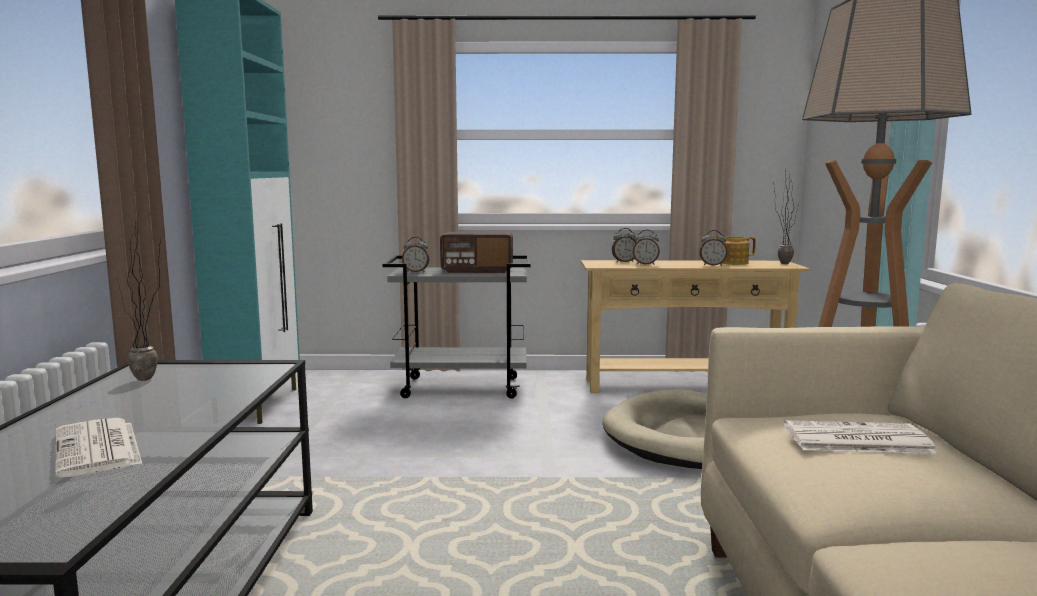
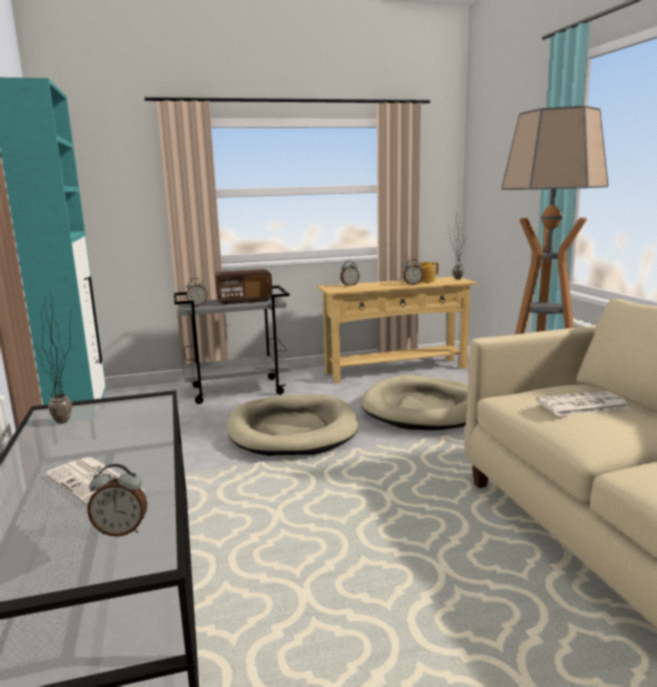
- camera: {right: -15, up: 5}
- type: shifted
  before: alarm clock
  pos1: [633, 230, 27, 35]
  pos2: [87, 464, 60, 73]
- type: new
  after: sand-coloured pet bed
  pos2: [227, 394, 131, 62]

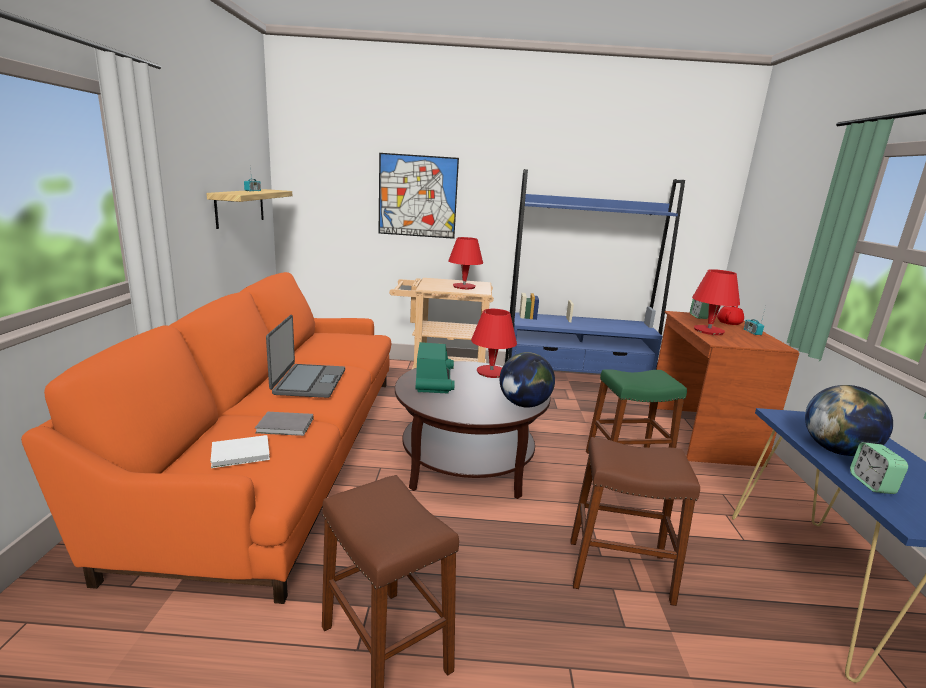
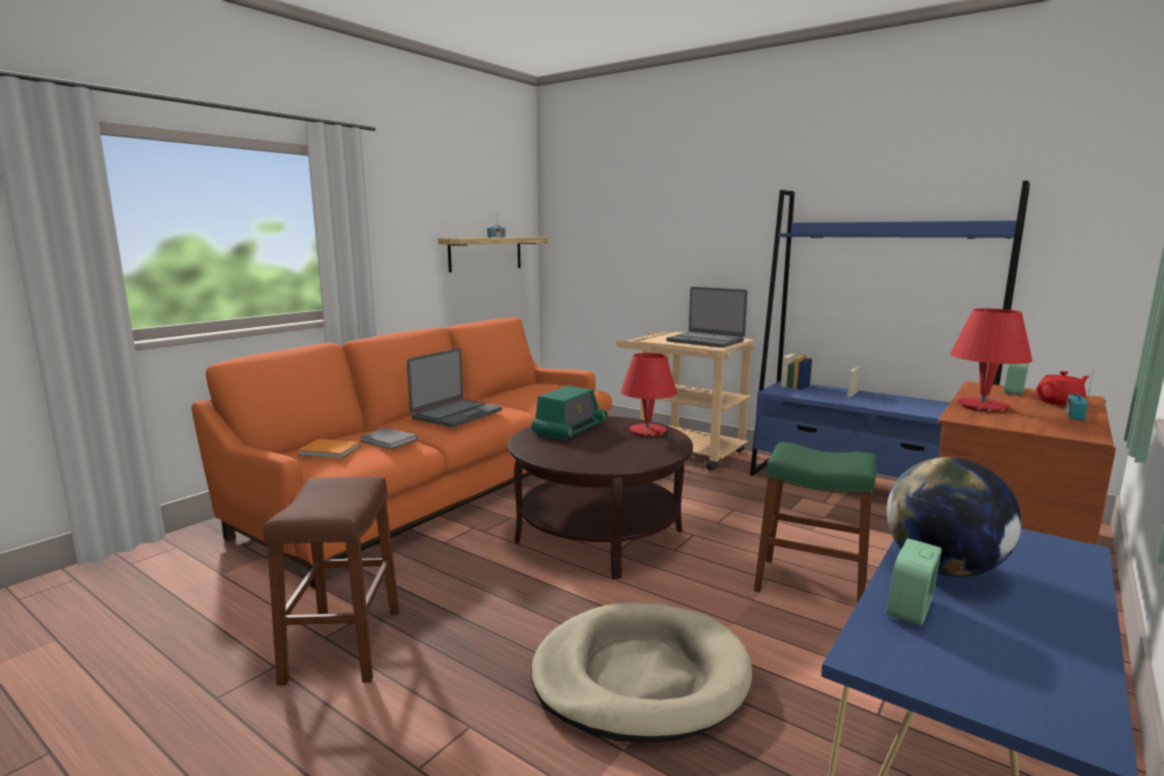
- camera: {right: 35, up: -5}
- type: repainted
  before: white-coloured bound book
  after: orange bound book
  pos1: [210, 435, 60, 33]
  pos2: [297, 439, 63, 20]
- type: gone
  before: wall picture
  pos1: [379, 153, 80, 86]
- type: swapped
  before: reddish tabletop lamp
  after: laptop
  pos1: [448, 237, 35, 52]
  pos2: [666, 287, 82, 61]
- type: gone
  before: world globe
  pos1: [500, 352, 55, 56]
- type: swapped
  before: brown-coloured stool
  after: sand-coloured pet bed
  pos1: [570, 437, 130, 169]
  pos2: [531, 602, 221, 141]

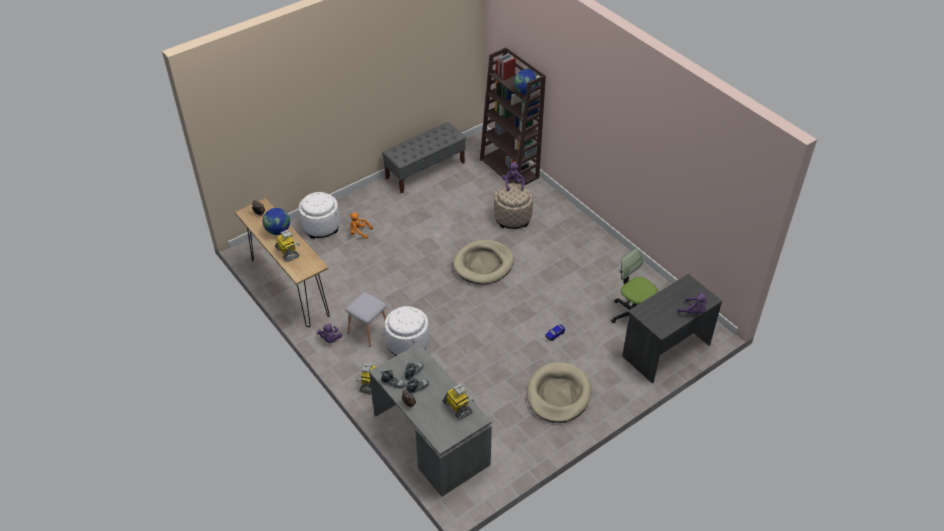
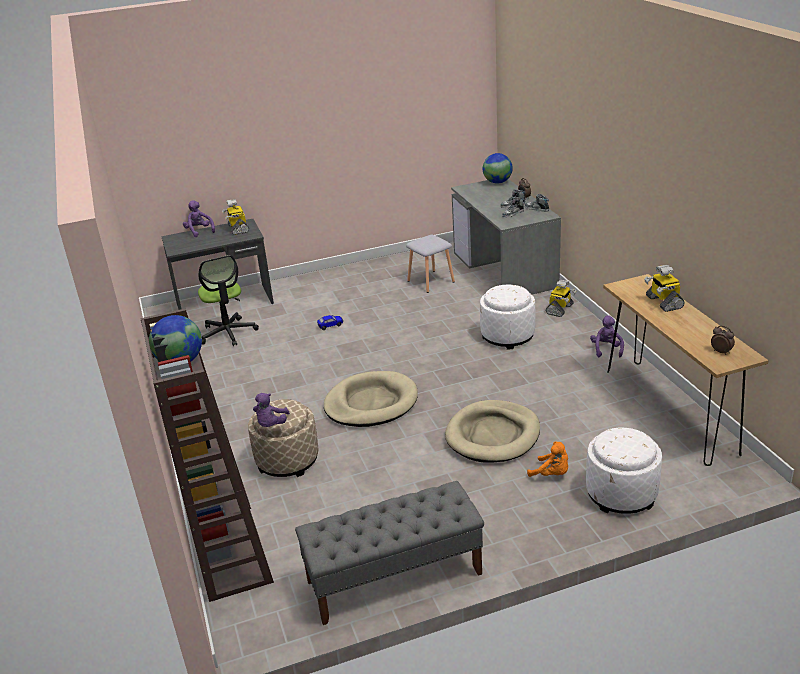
- camera: {right: -160, up: -15}
- type: shifted
  before: world globe
  pos1: [263, 208, 27, 27]
  pos2: [483, 153, 30, 31]
- type: shifted
  before: grey stool
  pos1: [345, 292, 42, 55]
  pos2: [406, 235, 49, 58]
- type: shifted
  before: robot figure
  pos1: [443, 384, 31, 36]
  pos2: [222, 199, 27, 36]
- type: shifted
  before: sand-coloured pet bed
  pos1: [527, 362, 64, 61]
  pos2: [445, 400, 95, 63]

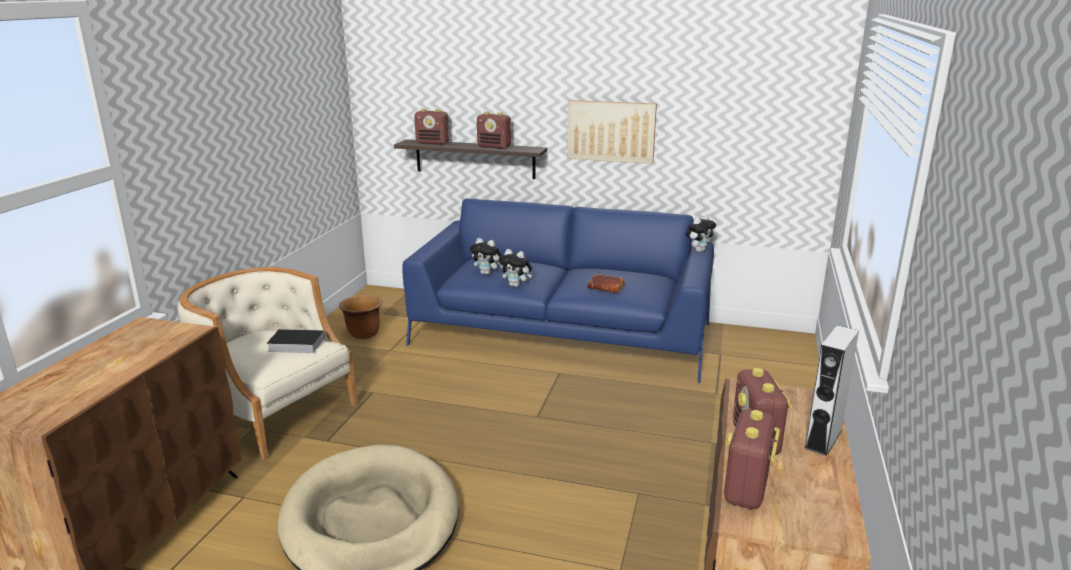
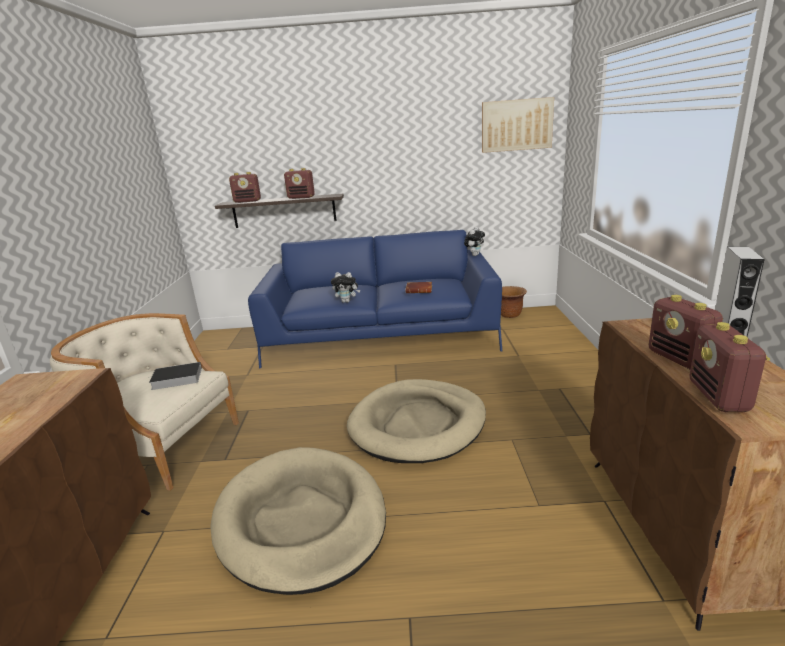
- camera: {right: -15, up: 0}
- type: shifted
  before: brown-coloured plant pot
  pos1: [339, 295, 43, 44]
  pos2: [501, 286, 26, 32]
- type: gone
  before: soft toy
  pos1: [470, 238, 32, 37]
- type: shifted
  before: wall picture
  pos1: [568, 100, 89, 64]
  pos2: [482, 97, 72, 56]
- type: new
  after: sand-coloured pet bed
  pos2: [347, 379, 139, 84]

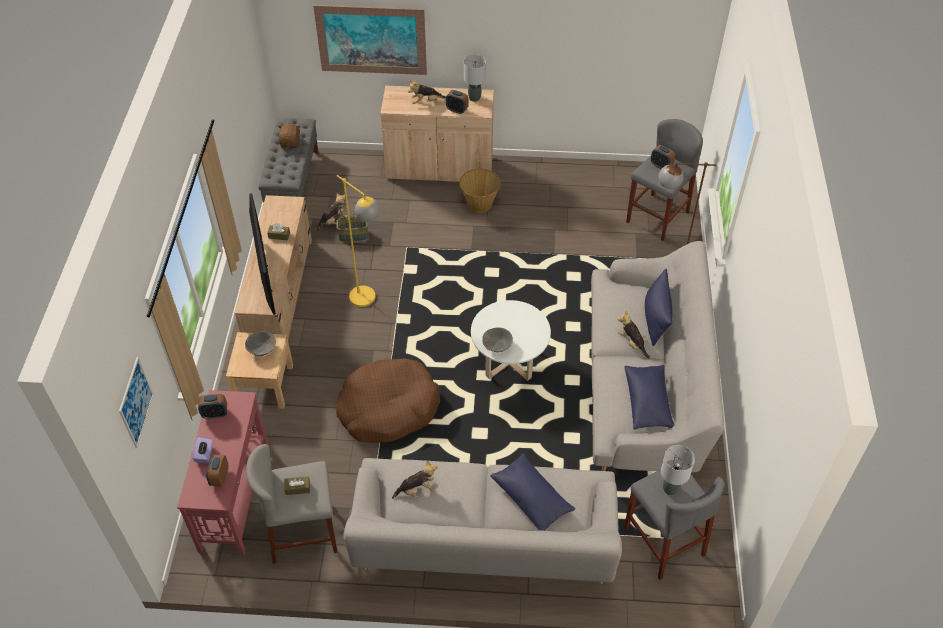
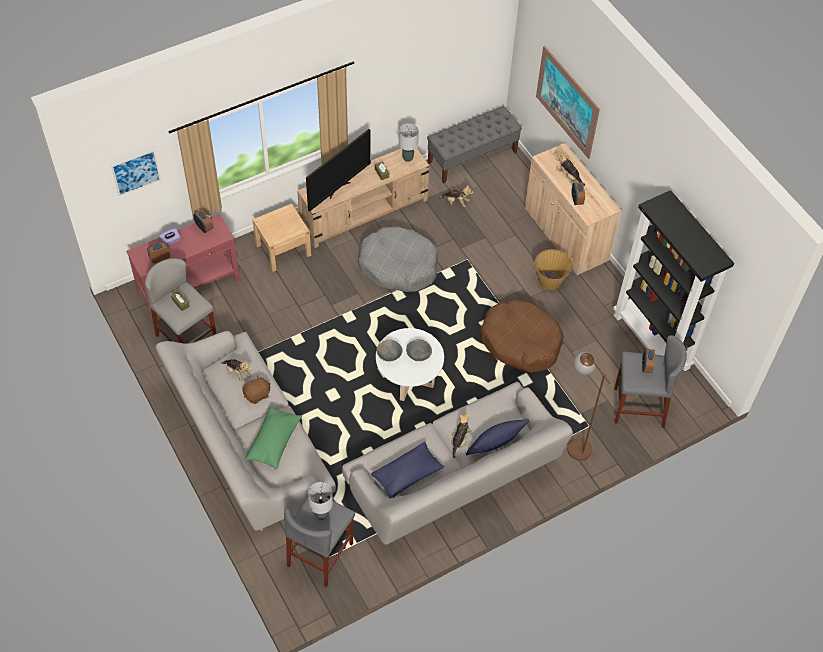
- camera: {right: 55, up: 5}
- type: shifted
  before: grey serving bowl
  pos1: [245, 332, 31, 24]
  pos2: [406, 339, 26, 22]
- type: shifted
  before: brown-coloured soft toy
  pos1: [278, 124, 22, 24]
  pos2: [242, 375, 29, 29]
- type: swapped
  before: yellow-coloured standing lamp
  after: grey pet bed
  pos1: [336, 175, 44, 132]
  pos2: [358, 227, 80, 65]
- type: gone
  before: household basket
  pos1: [336, 201, 32, 41]
- type: shifted
  before: brown-coloured pet bed
  pos1: [336, 358, 104, 85]
  pos2: [480, 299, 84, 73]
- type: shifted
  before: grey tabletop lamp
  pos1: [464, 54, 22, 48]
  pos2: [399, 123, 20, 39]
- type: repainted
  before: blue-coloured pillow
  after: green-coloured pillow
  pos1: [490, 453, 85, 78]
  pos2: [245, 406, 57, 63]
- type: new
  after: blackish bookshelf
  pos2: [613, 190, 121, 181]

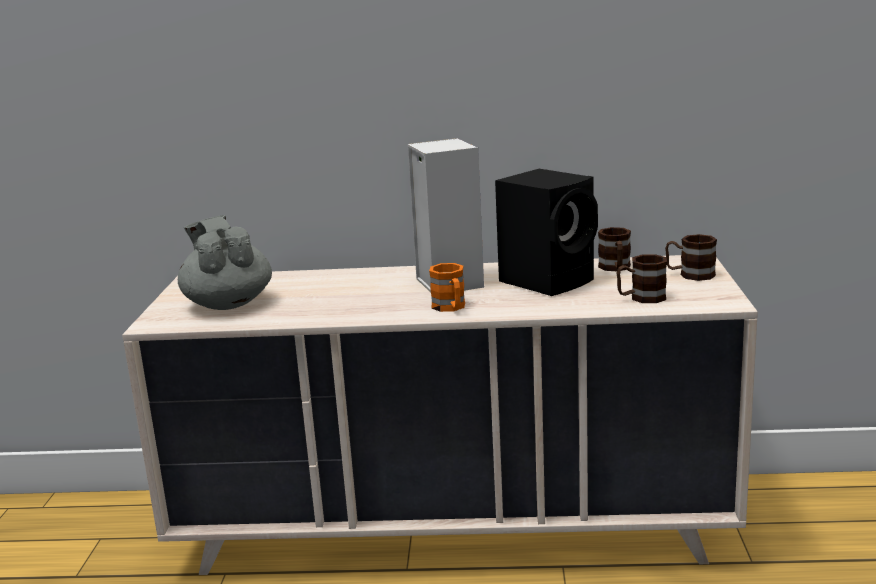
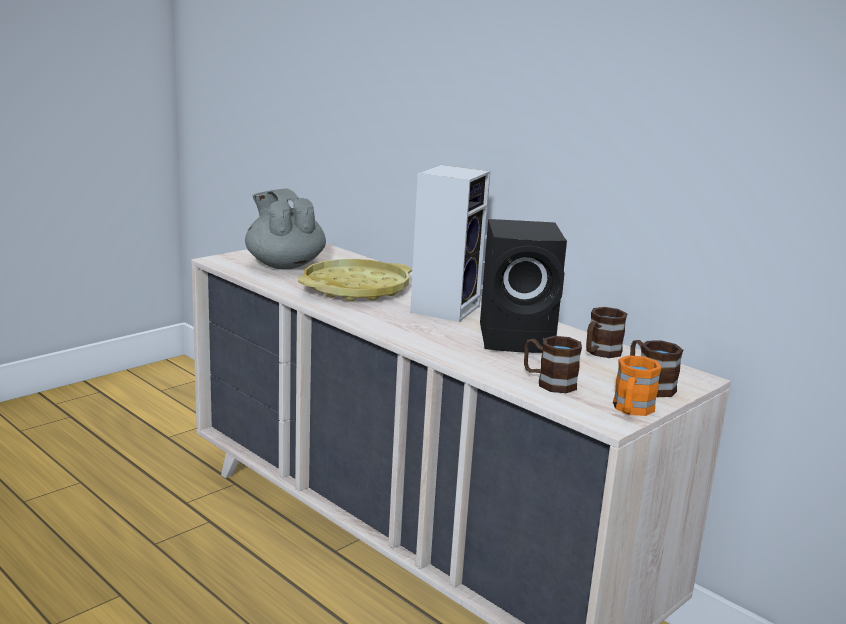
- camera: {right: 40, up: 0}
- type: rotated
  before: grey tea pot
  pos1: [178, 215, 94, 95]
  pos2: [245, 188, 81, 81]
  turn: -45
- type: shifted
  before: orange tea mug
  pos1: [429, 263, 36, 49]
  pos2: [613, 355, 49, 61]
- type: new
  after: yellow-coloured tray
  pos2: [298, 259, 114, 43]

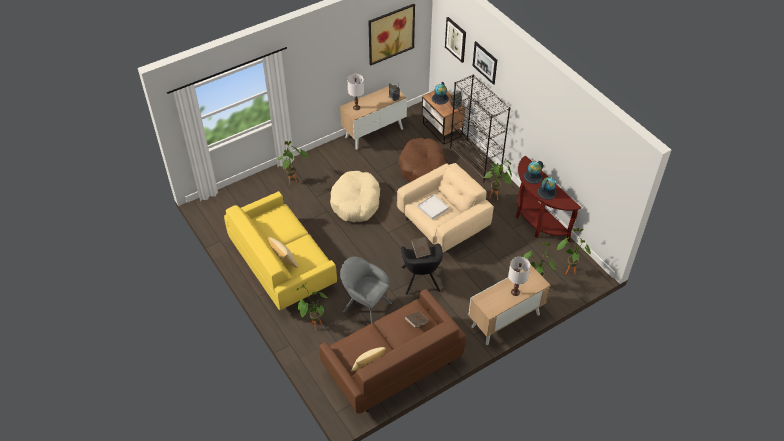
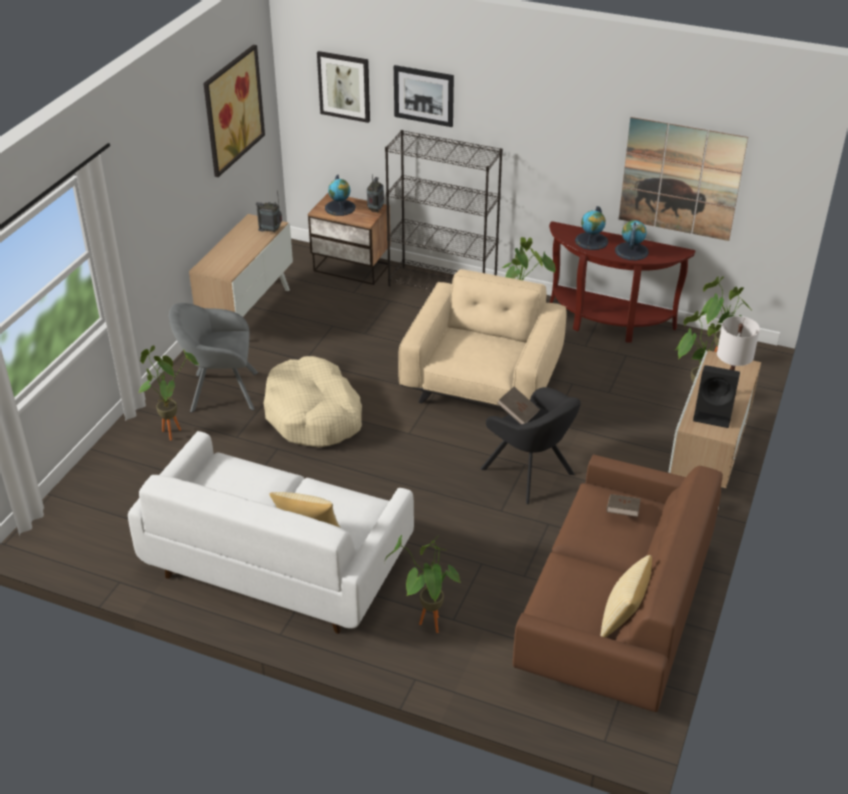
- camera: {right: -35, up: -10}
- type: repainted
  before: yellow-coloured sofa
  after: white-coloured sofa
  pos1: [224, 191, 113, 119]
  pos2: [128, 431, 286, 203]
- type: shifted
  before: grey easy chair
  pos1: [340, 257, 52, 66]
  pos2: [169, 303, 89, 109]
- type: gone
  before: white-coloured tabletop lamp
  pos1: [347, 74, 17, 36]
- type: gone
  before: brown-coloured pet bed
  pos1: [398, 138, 48, 44]
- type: gone
  before: white-coloured tray
  pos1: [418, 195, 31, 25]
- type: new
  after: wall picture
  pos2: [619, 117, 129, 124]
- type: new
  after: blackish loudspeaker
  pos2: [693, 365, 47, 63]

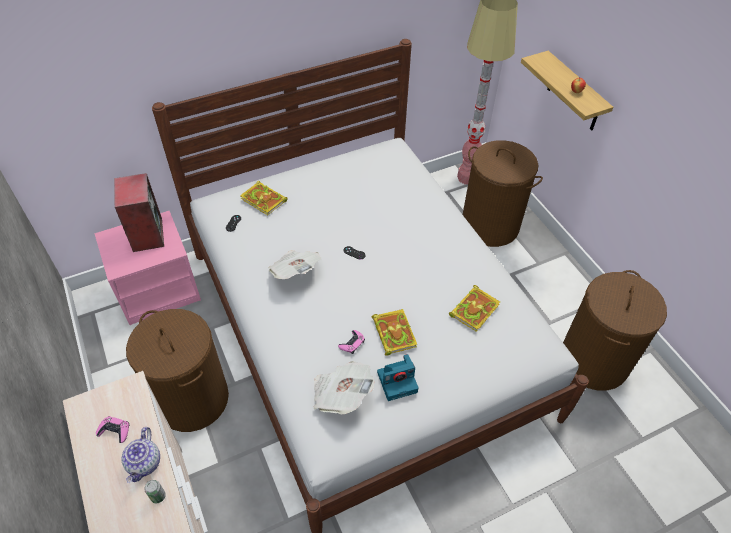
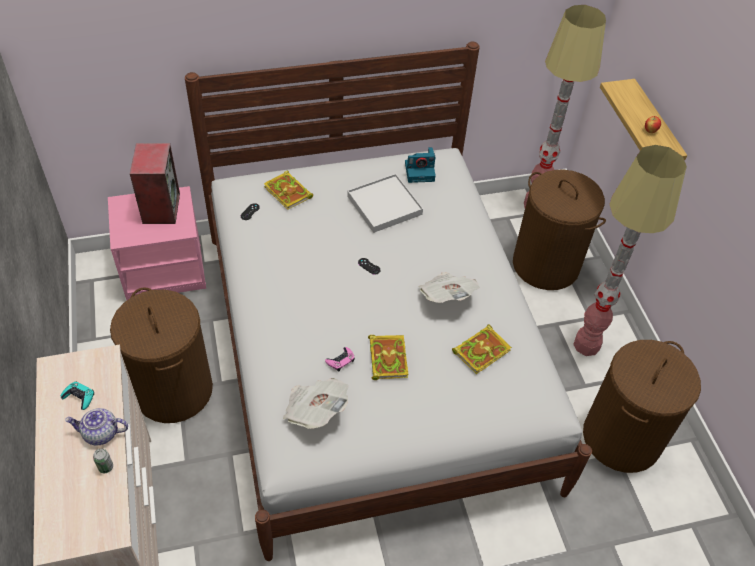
- camera: {right: 10, up: 0}
- type: repainted
  before: pink-coloured joypad
  after: blue-green joypad
  pos1: [96, 416, 33, 27]
  pos2: [61, 382, 33, 28]
- type: rotated
  before: tea pot
  pos1: [122, 427, 38, 56]
  pos2: [65, 408, 63, 37]
  turn: 75
- type: shifted
  before: daily paper
  pos1: [268, 250, 54, 29]
  pos2: [418, 272, 62, 31]
- type: shifted
  before: photo camera
  pos1: [377, 354, 41, 47]
  pos2: [405, 147, 31, 36]
- type: new
  after: white-coloured tray
  pos2: [347, 174, 76, 59]
- type: new
  after: standing lamp
  pos2: [573, 145, 114, 211]

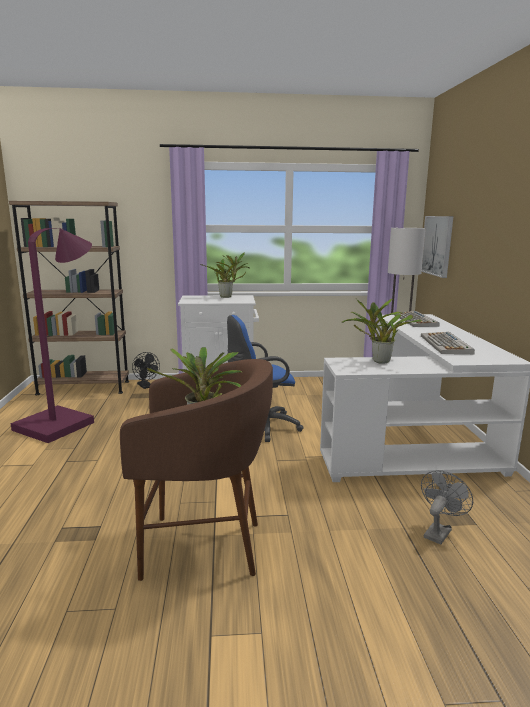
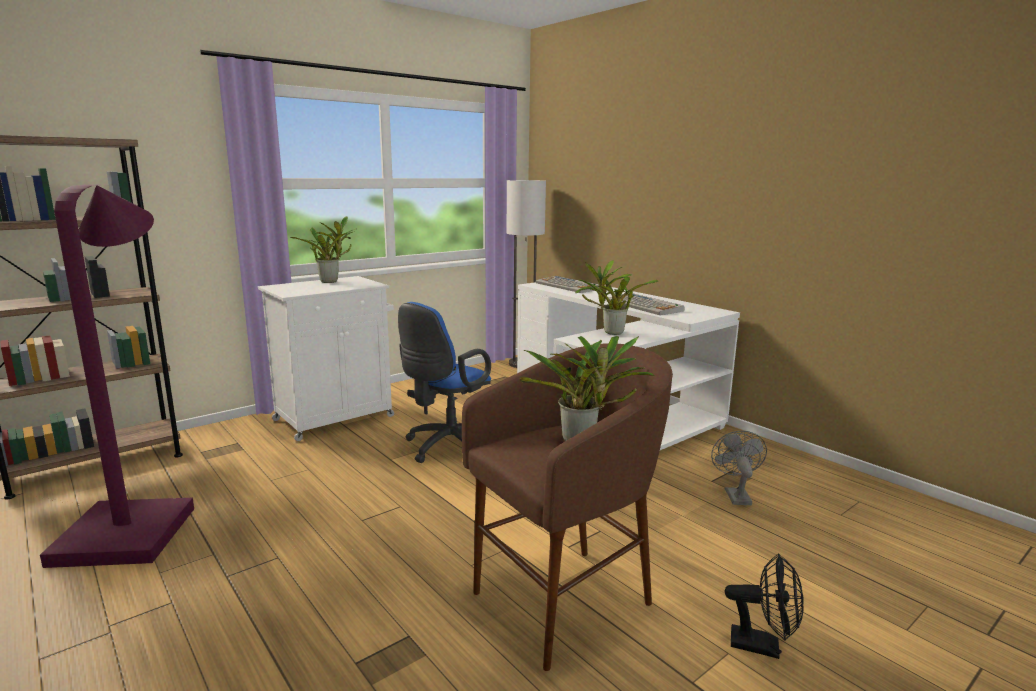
- camera: {right: -35, up: 0}
- type: shifted
  before: blackish electric fan
  pos1: [132, 352, 28, 37]
  pos2: [725, 553, 79, 106]
- type: gone
  before: wall picture
  pos1: [422, 216, 32, 62]

